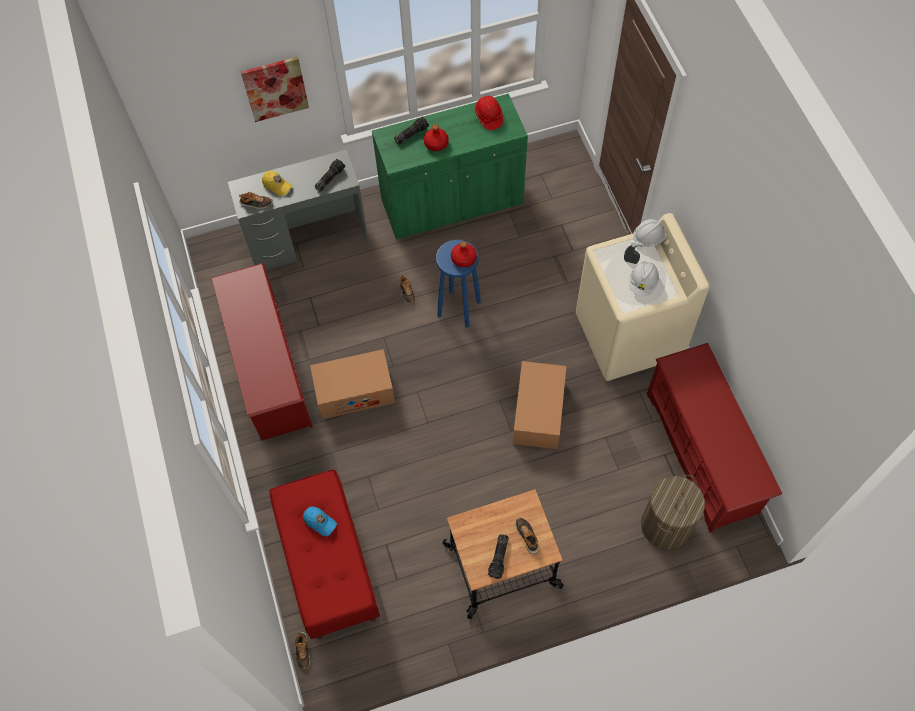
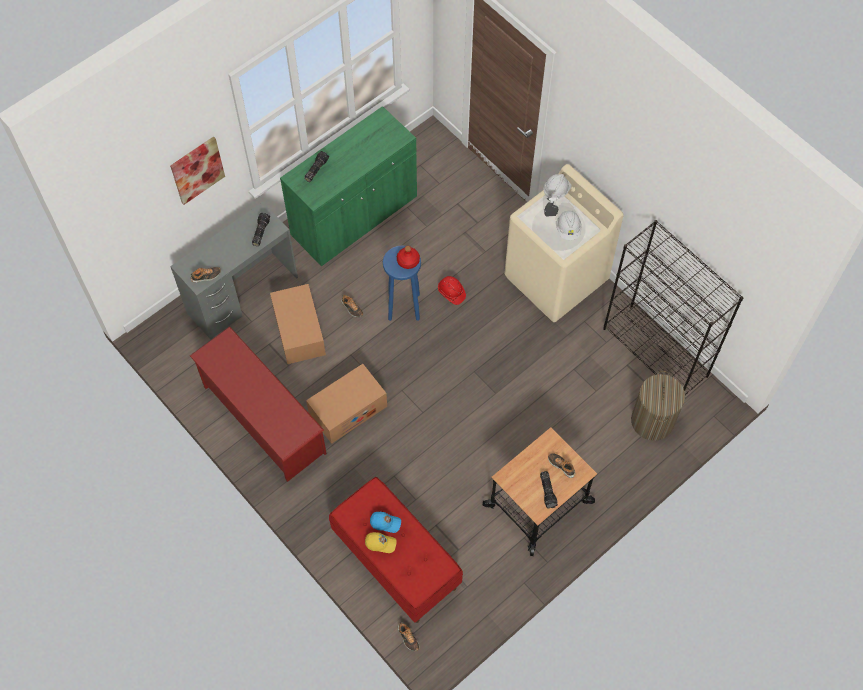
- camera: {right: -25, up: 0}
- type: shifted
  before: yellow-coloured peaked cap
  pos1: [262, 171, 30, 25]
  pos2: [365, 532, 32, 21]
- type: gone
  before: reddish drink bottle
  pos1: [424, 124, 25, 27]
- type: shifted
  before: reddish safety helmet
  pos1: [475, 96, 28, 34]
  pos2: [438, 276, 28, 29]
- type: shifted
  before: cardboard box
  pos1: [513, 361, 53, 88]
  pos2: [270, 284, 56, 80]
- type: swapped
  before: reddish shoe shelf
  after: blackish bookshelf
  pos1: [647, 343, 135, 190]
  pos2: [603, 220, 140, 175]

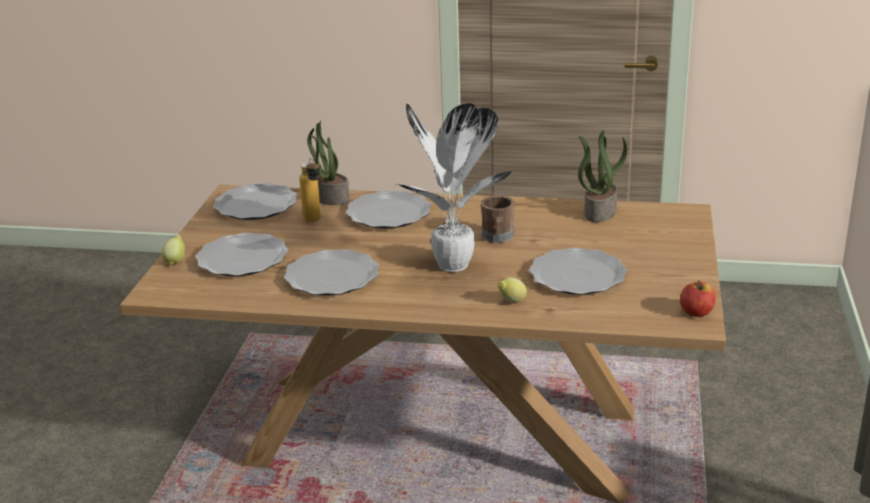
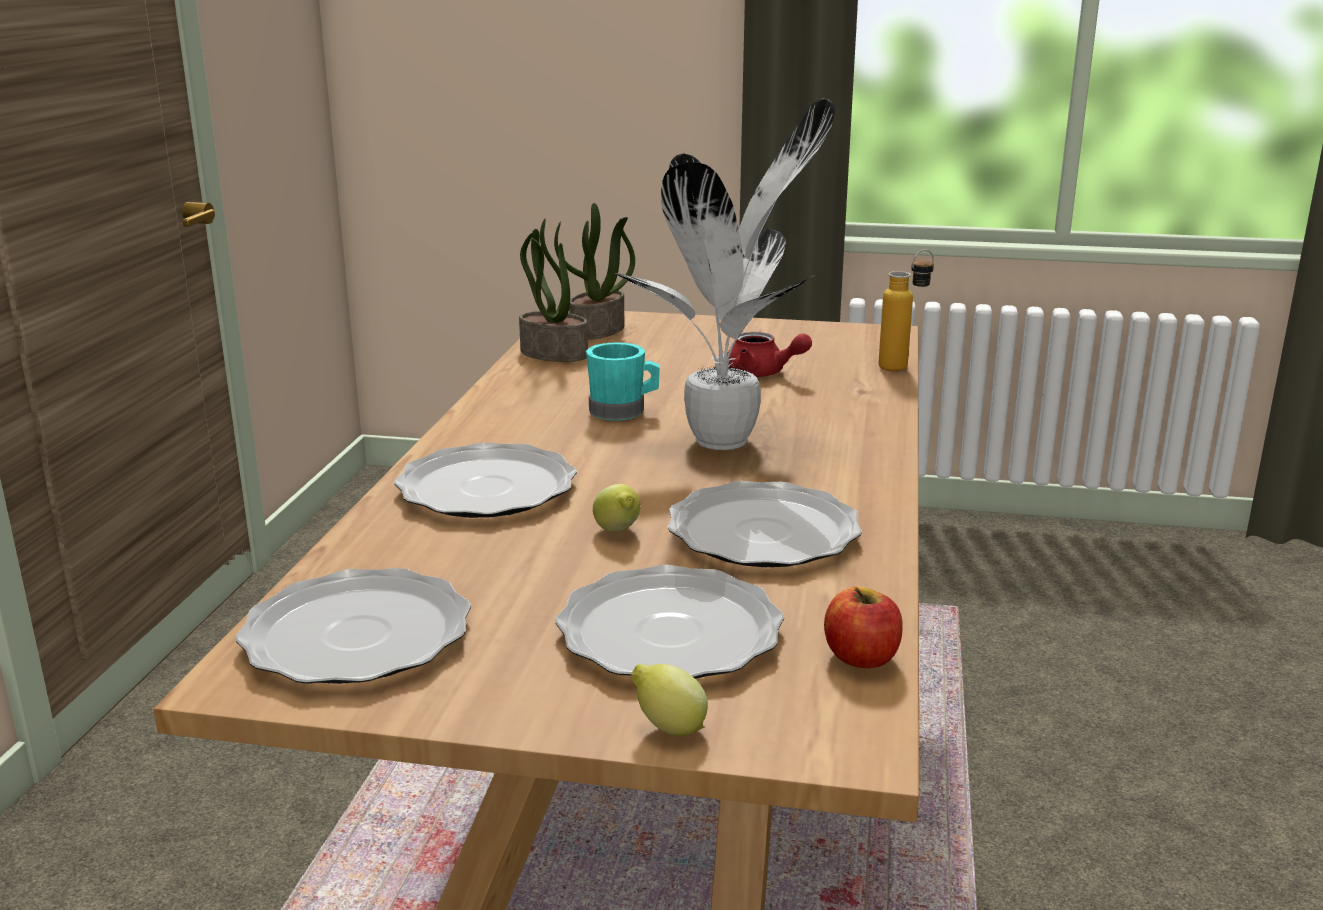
- camera: {right: -90, up: -5}
- type: shifted
  before: drink bottle
  pos1: [299, 158, 22, 64]
  pos2: [879, 249, 55, 122]
- type: shifted
  before: houseplant
  pos1: [307, 120, 43, 85]
  pos2: [554, 203, 81, 137]
- type: repainted
  before: brown-coloured tea mug
  after: blue-green tea mug
  pos1: [481, 196, 34, 47]
  pos2: [586, 342, 74, 79]
- type: shifted
  before: citrus fruit
  pos1: [497, 277, 30, 25]
  pos2: [593, 484, 48, 48]
- type: swapped
  before: flat dish
  after: reddish tea pot
  pos1: [529, 247, 98, 48]
  pos2: [727, 332, 85, 45]
- type: shifted
  before: whole apple
  pos1: [680, 280, 36, 37]
  pos2: [824, 586, 79, 82]

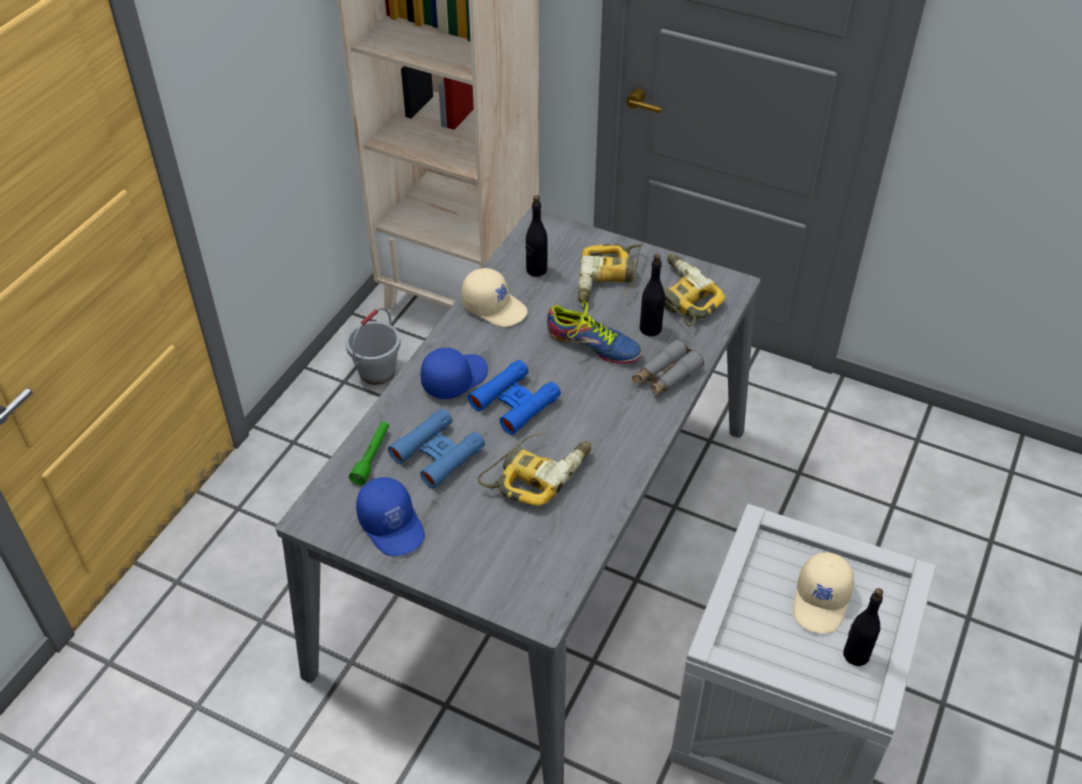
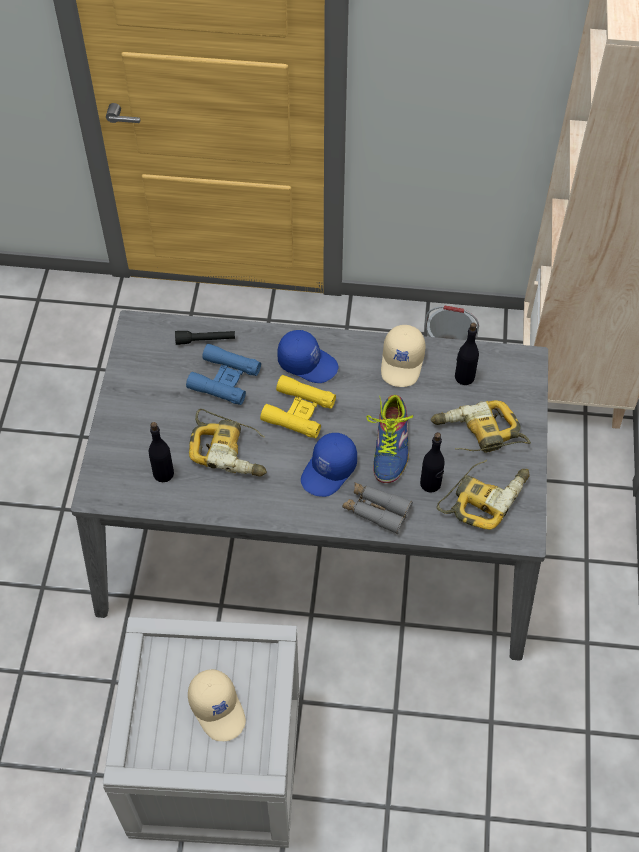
- camera: {right: 70, up: 10}
- type: repainted
  before: green-coloured torch
  after: blackish torch
  pos1: [349, 422, 40, 63]
  pos2: [175, 331, 60, 14]
- type: shifted
  before: blue-coloured peaked cap
  pos1: [356, 477, 69, 79]
  pos2: [301, 433, 56, 64]
- type: repainted
  before: blue-coloured binoculars
  after: yellow-coloured binoculars
  pos1: [468, 360, 93, 75]
  pos2: [260, 375, 76, 63]
- type: rotated
  before: sand-coloured peaked cap
  pos1: [793, 552, 61, 82]
  pos2: [188, 669, 58, 72]
  turn: -120
- type: shifted
  before: blackish drink bottle
  pos1: [843, 588, 40, 78]
  pos2: [149, 422, 25, 60]

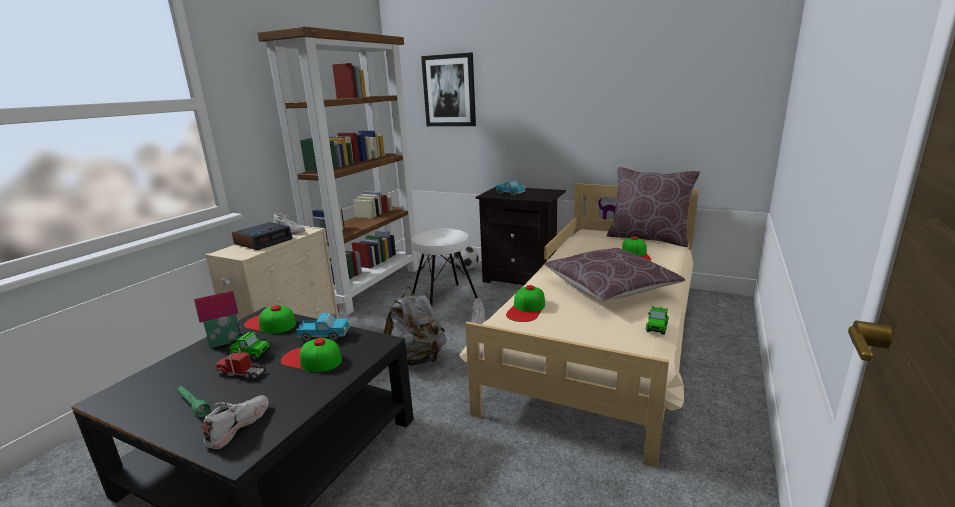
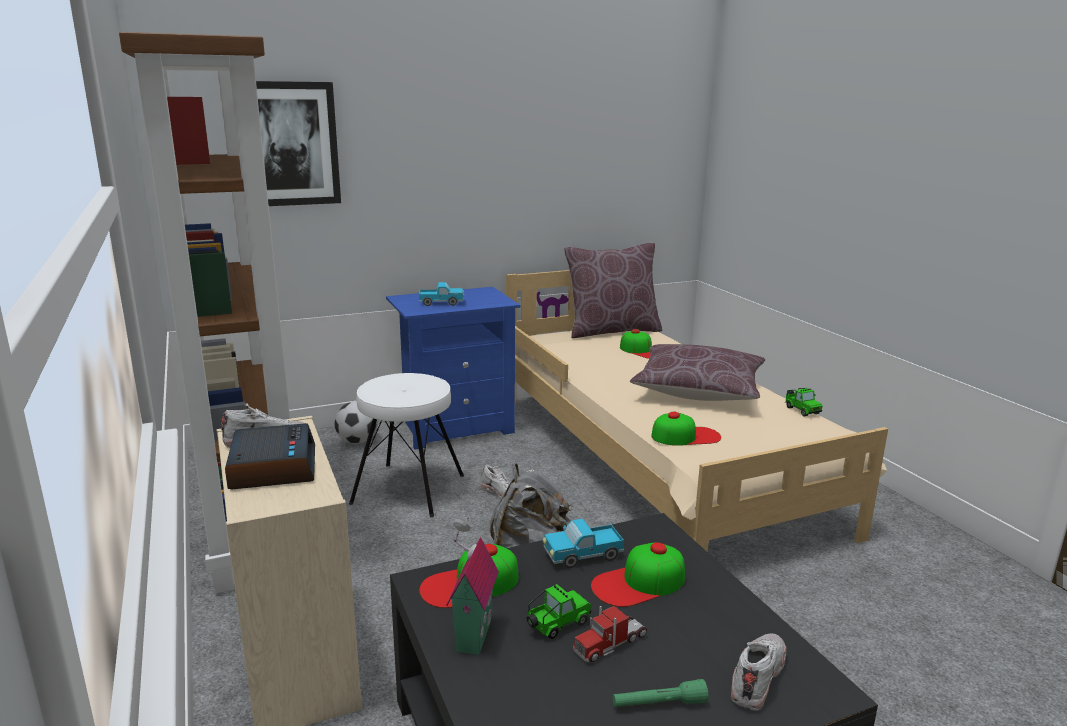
- camera: {right: -50, up: 0}
- type: rotated
  before: white-coloured low shoe
  pos1: [202, 395, 67, 54]
  pos2: [731, 633, 55, 78]
  turn: 60
- type: rotated
  before: toy truck
  pos1: [296, 313, 54, 29]
  pos2: [543, 519, 81, 49]
  turn: -150
- type: repainted
  before: blackish bedside table
  after: blue-coloured bedside table
  pos1: [475, 187, 91, 98]
  pos2: [386, 287, 134, 163]
- type: rotated
  before: peaked cap
  pos1: [506, 285, 39, 37]
  pos2: [651, 412, 70, 34]
  turn: -75

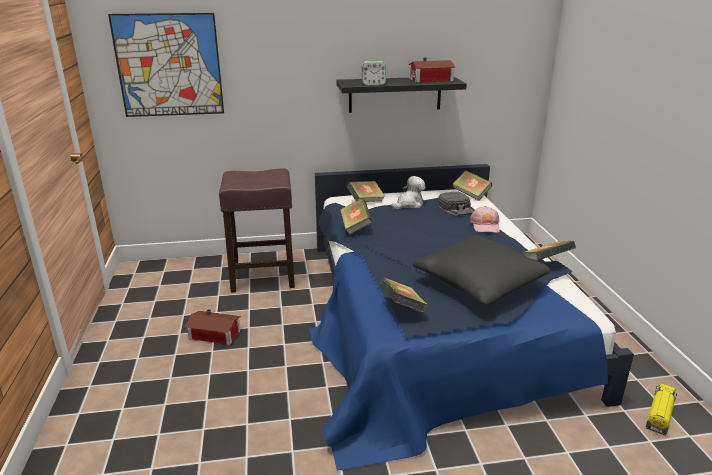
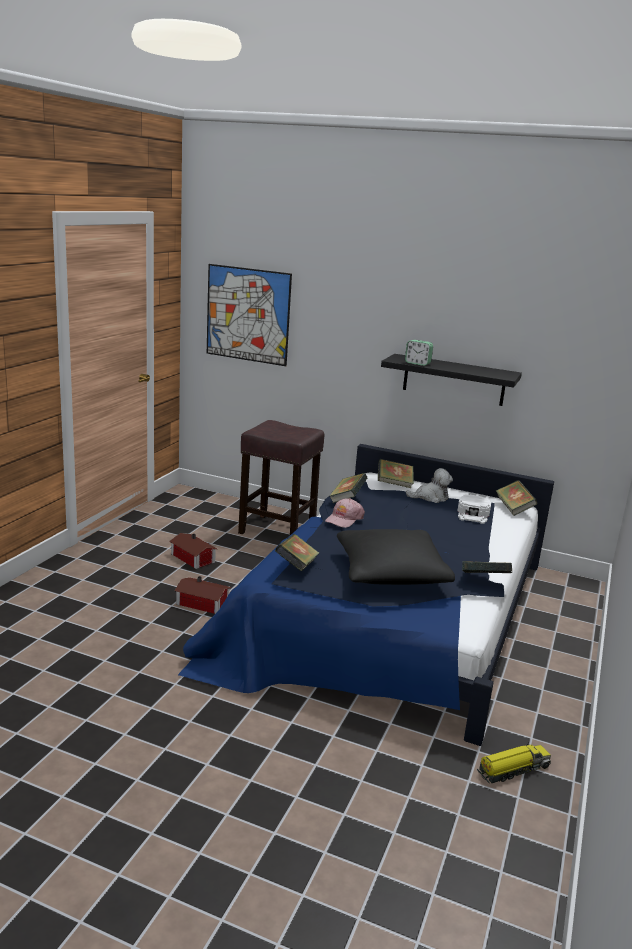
- camera: {right: 30, up: -5}
- type: shifted
  before: model house
  pos1: [409, 57, 47, 26]
  pos2: [174, 576, 58, 38]
- type: repainted
  before: blackish peaked cap
  after: white-coloured peaked cap
  pos1: [438, 192, 36, 25]
  pos2: [457, 494, 34, 30]
- type: shifted
  before: pink-coloured peaked cap
  pos1: [470, 206, 30, 27]
  pos2: [325, 498, 40, 30]

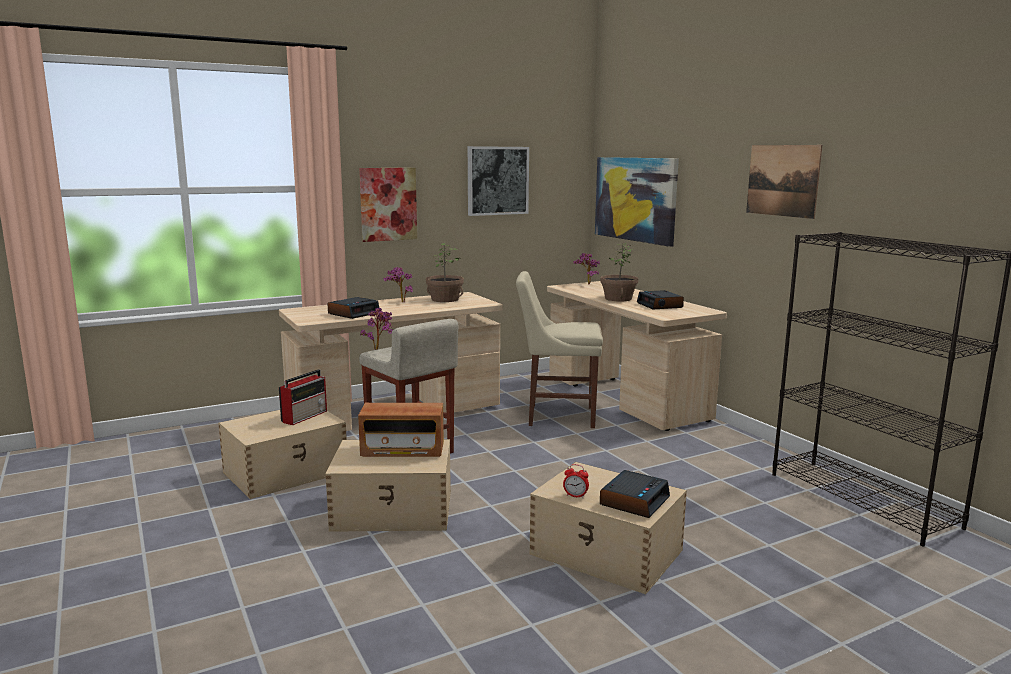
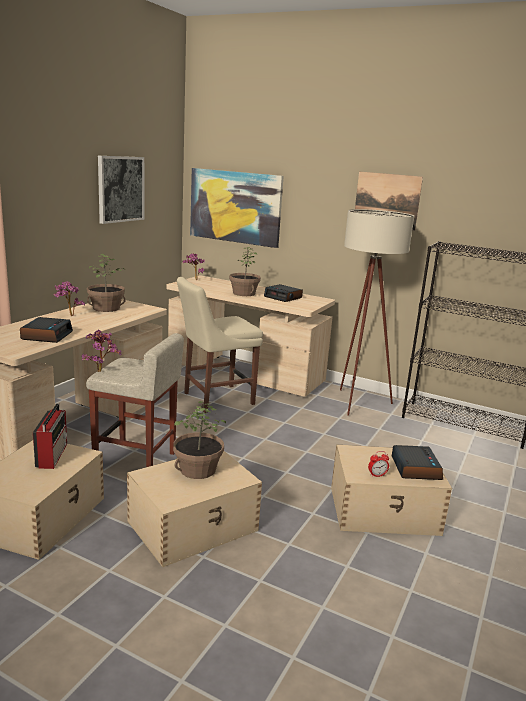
- camera: {right: -35, up: 5}
- type: swapped
  before: radio
  after: houseplant
  pos1: [358, 403, 86, 54]
  pos2: [173, 401, 53, 78]
- type: gone
  before: wall picture
  pos1: [359, 168, 58, 74]
- type: new
  after: sand-coloured standing lamp
  pos2: [340, 209, 74, 207]

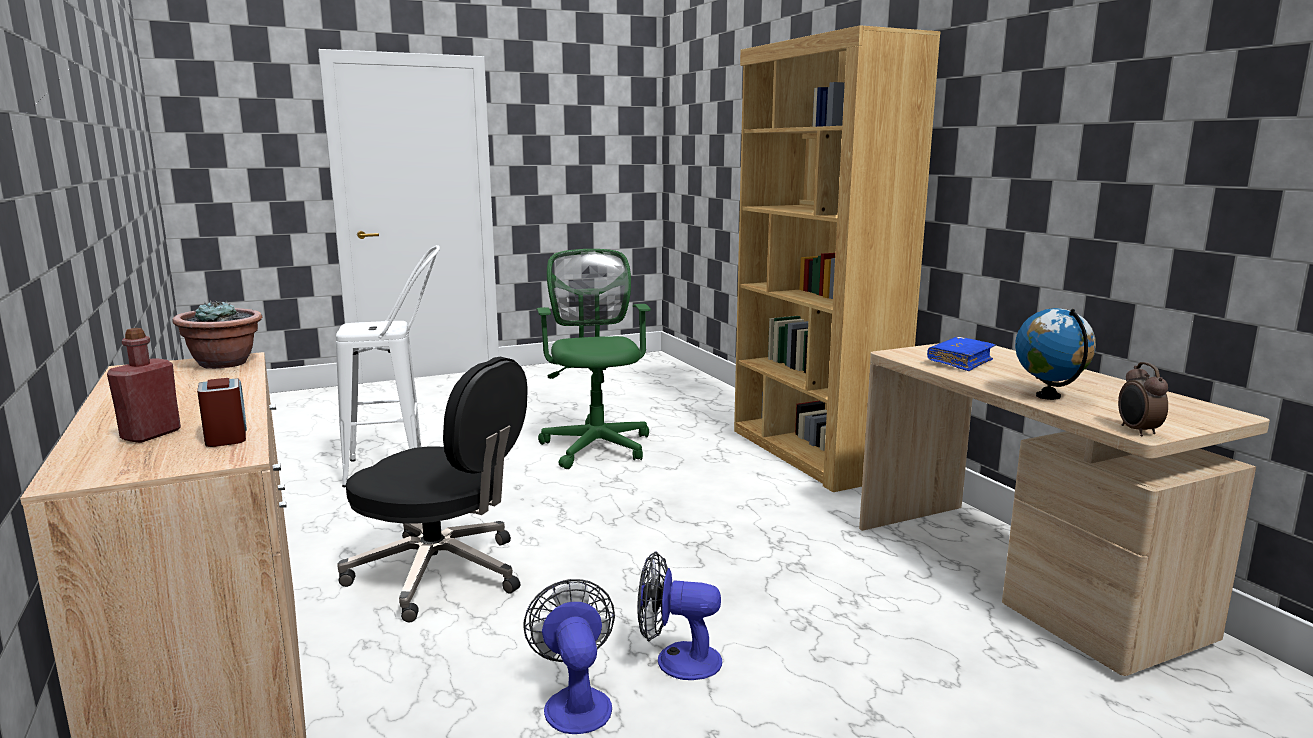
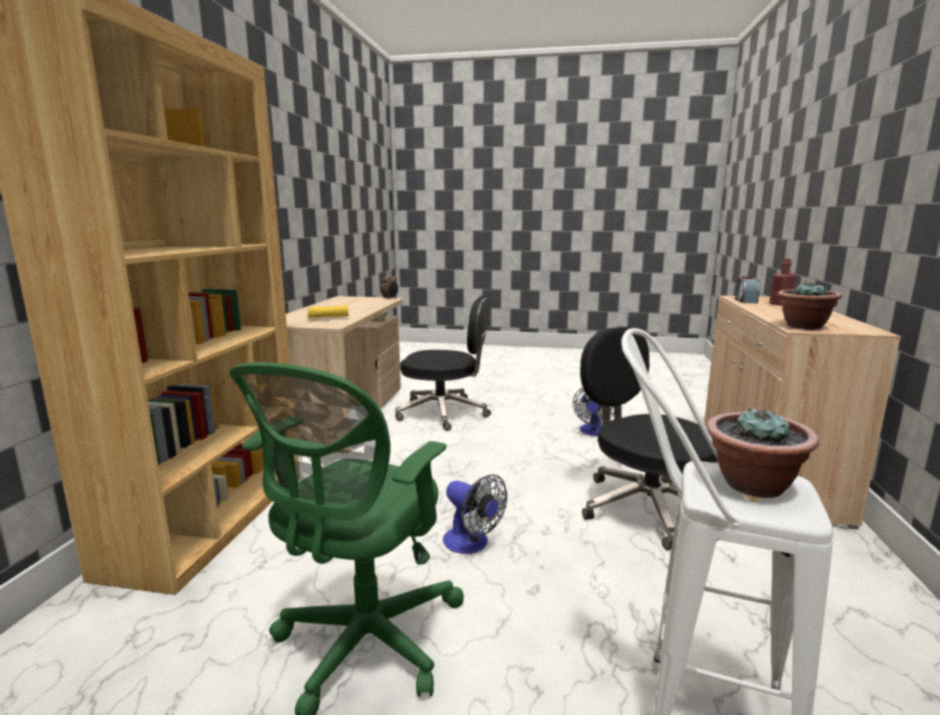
- camera: {right: -145, up: 0}
- type: shifted
  before: electric fan
  pos1: [637, 551, 85, 129]
  pos2: [443, 474, 64, 80]
- type: repainted
  before: blue-coloured bound book
  after: yellow-coloured bound book
  pos1: [927, 337, 68, 34]
  pos2: [307, 305, 42, 13]
- type: gone
  before: world globe
  pos1: [1015, 308, 81, 92]
- type: new
  after: blackish computer chair
  pos2: [395, 296, 96, 135]
- type: new
  after: houseplant
  pos2: [707, 407, 112, 91]

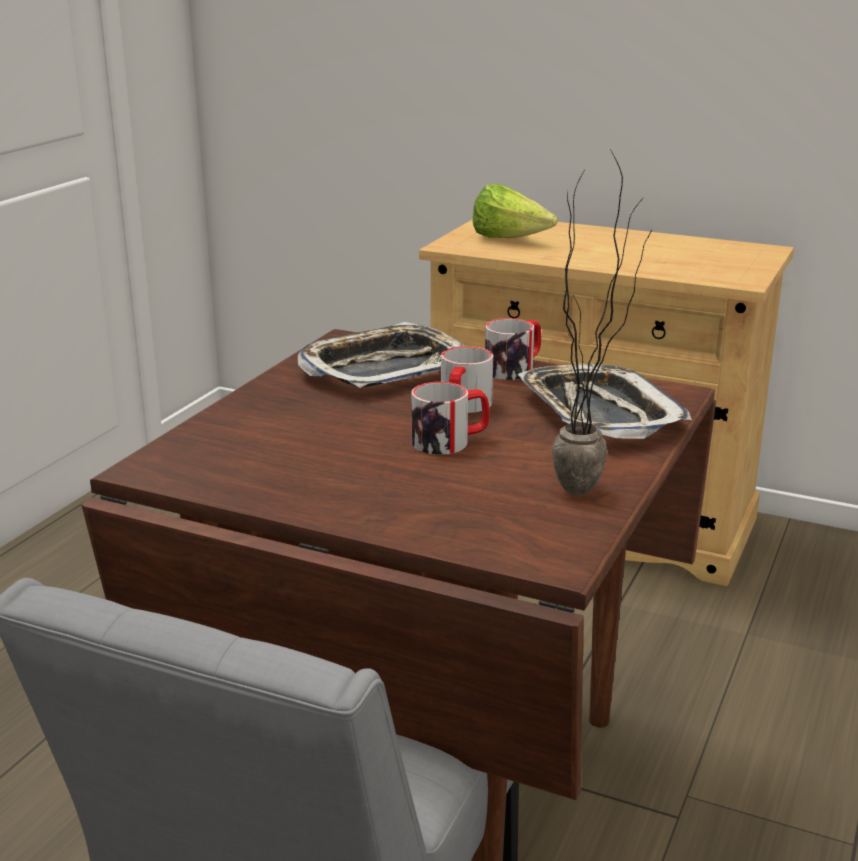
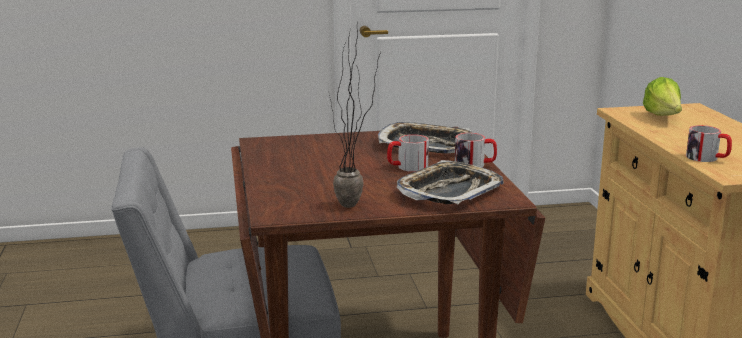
- camera: {right: 55, up: -5}
- type: shifted
  before: tea mug
  pos1: [411, 382, 79, 73]
  pos2: [686, 125, 46, 37]

